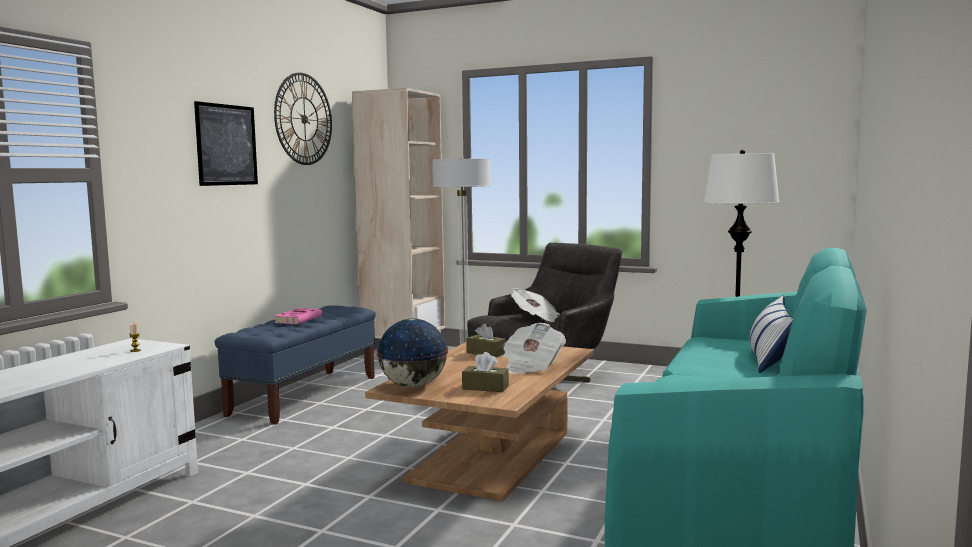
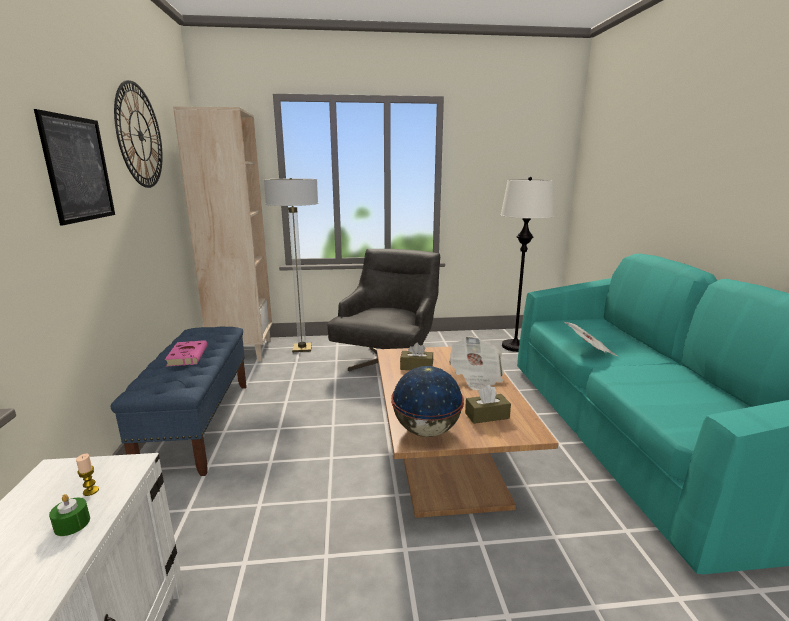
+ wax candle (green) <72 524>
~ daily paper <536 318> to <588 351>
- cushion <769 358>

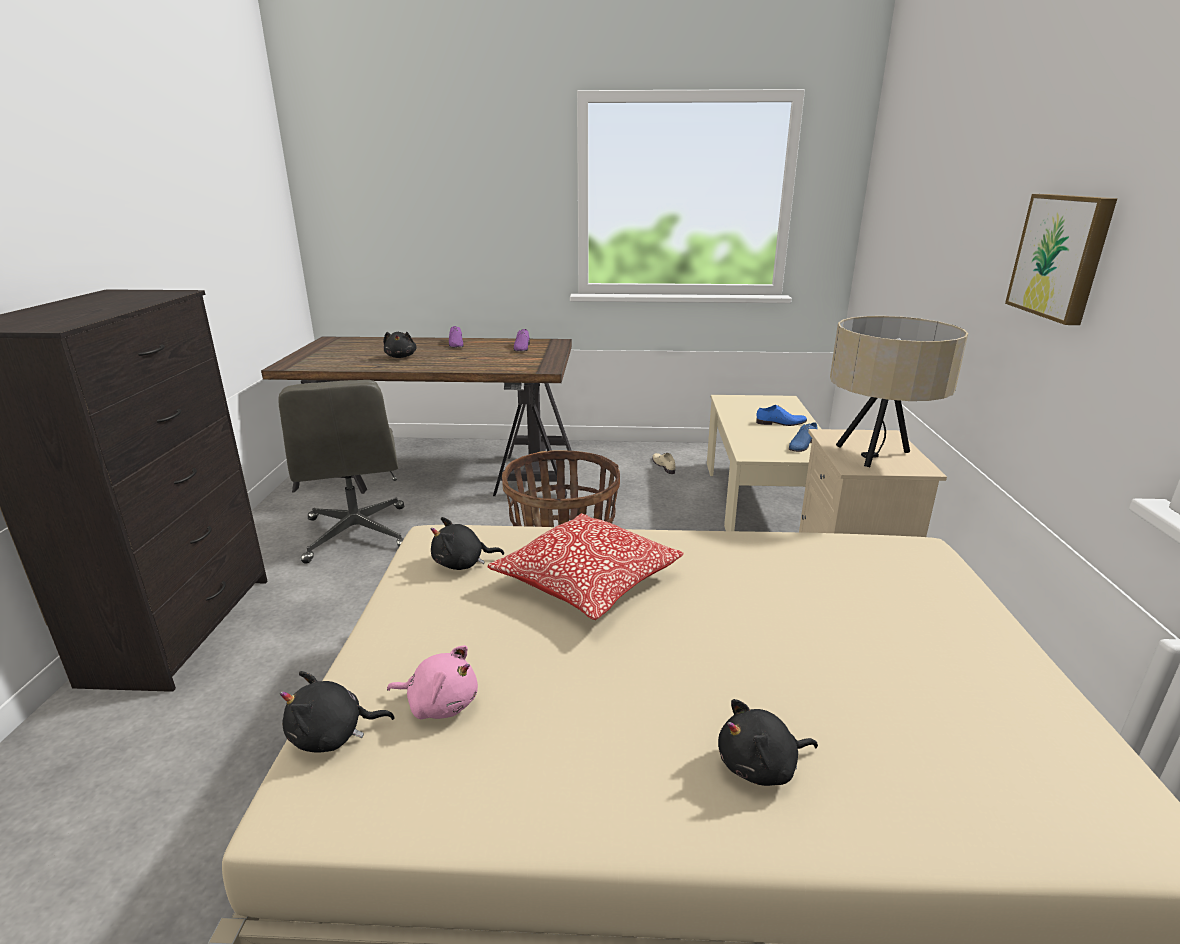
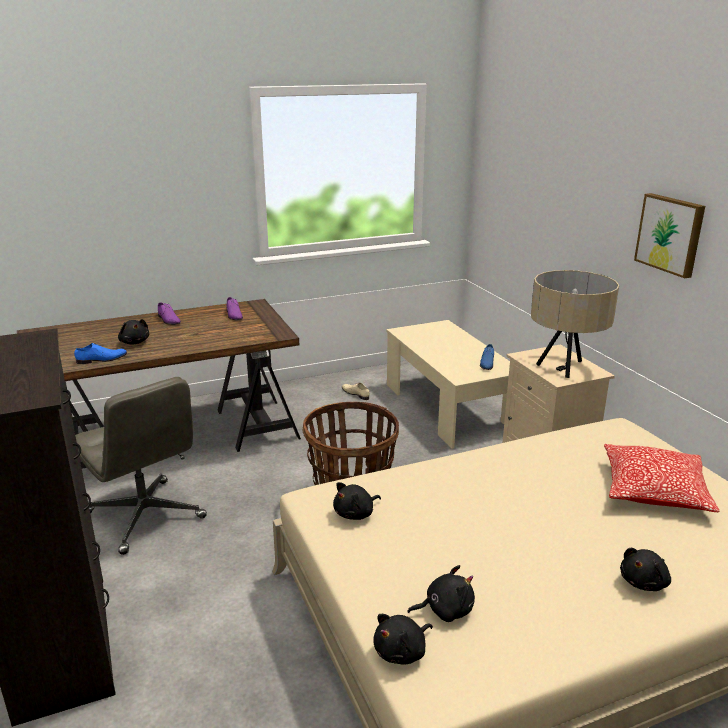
~ item of footwear (blue) <781 423> to <102 359>
~ cuddly toy (pinkish) <440 703> to cuddly toy (blackish) <445 610>
~ cushion <587 582> to <654 491>

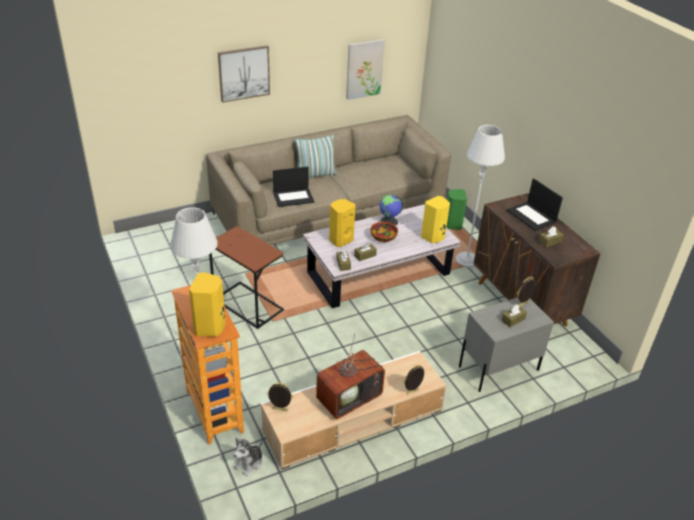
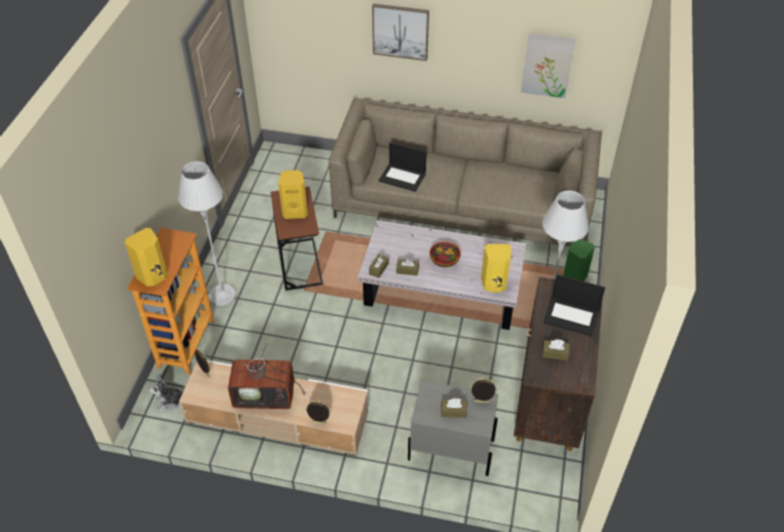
~ speaker (yellow) <340 240> to <295 211>
~ laptop <532 216> = <572 316> 75 degrees counterclockwise
- cushion <315 175>
- desk globe <389 222>

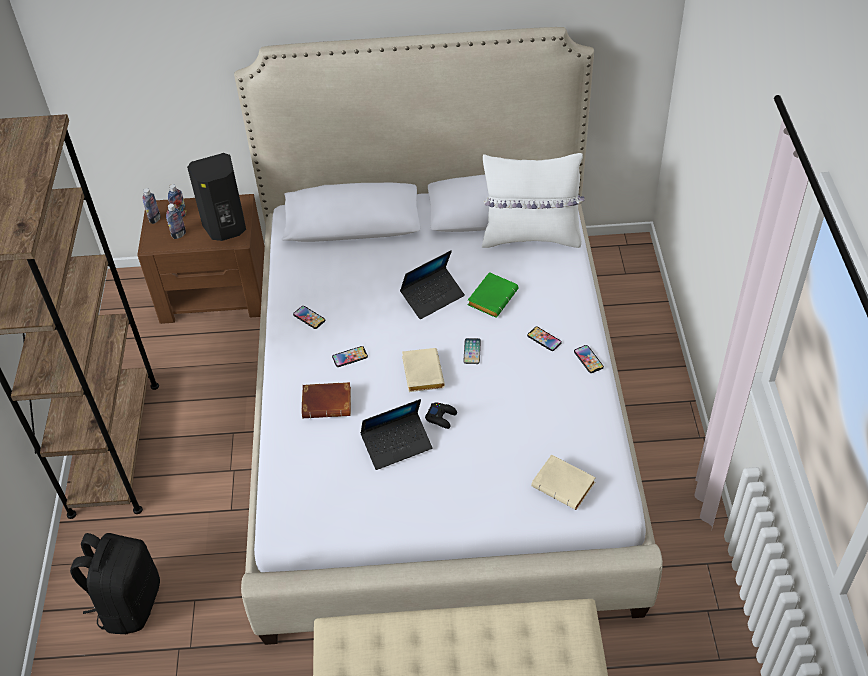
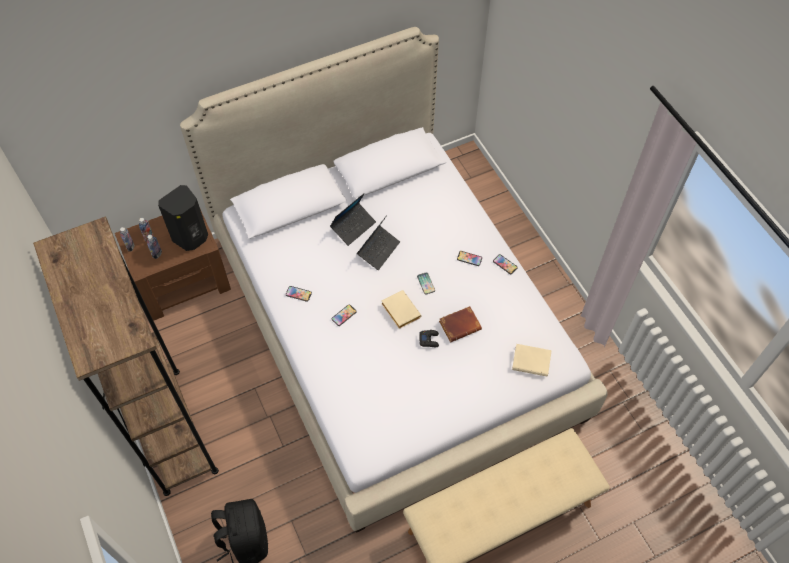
~ laptop <397 445> to <353 226>
~ volume (brown) <328 402> to <460 325>
- volume (green) <492 297>
- cushion (white) <531 237>

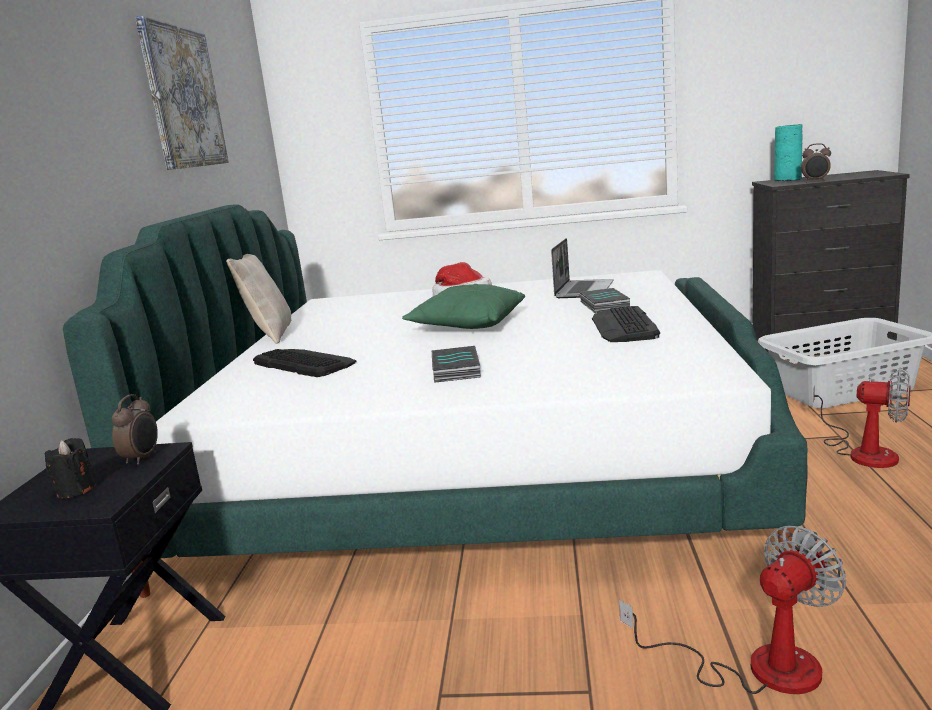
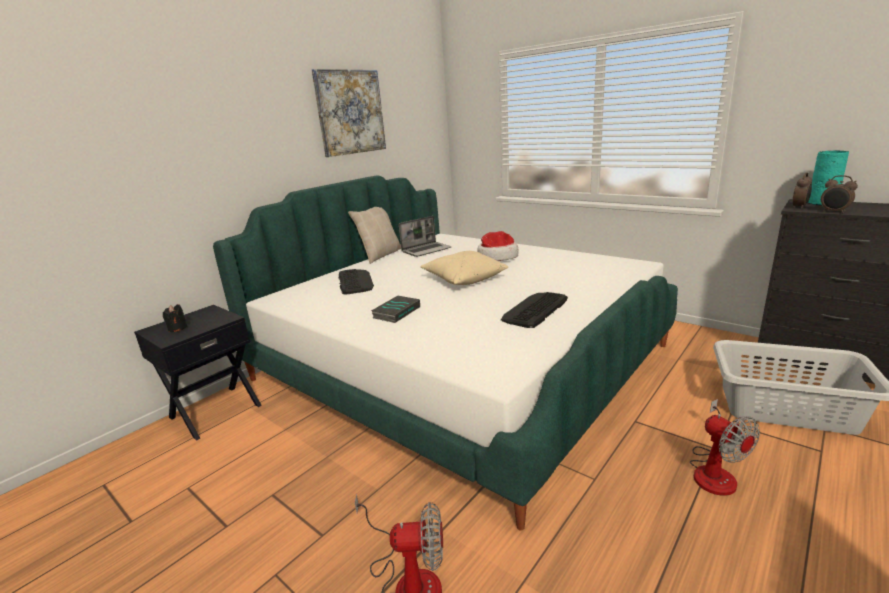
~ laptop <583 290> to <426 250>
~ cushion (green) <467 325> to cushion (beige) <463 279>
~ table clock <142 458> to <799 207>
- volume <603 305>

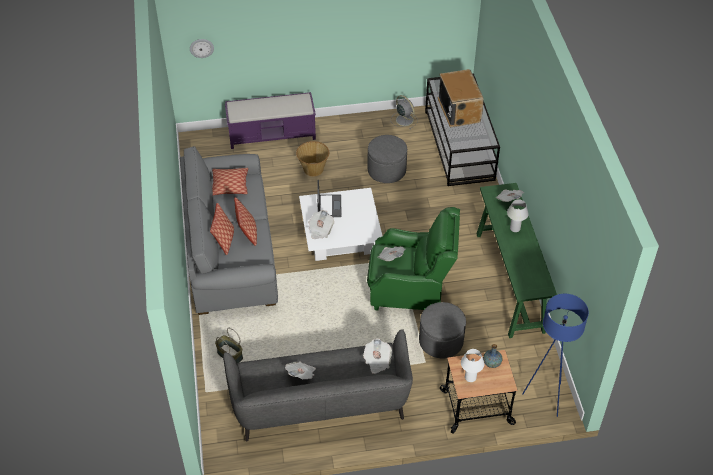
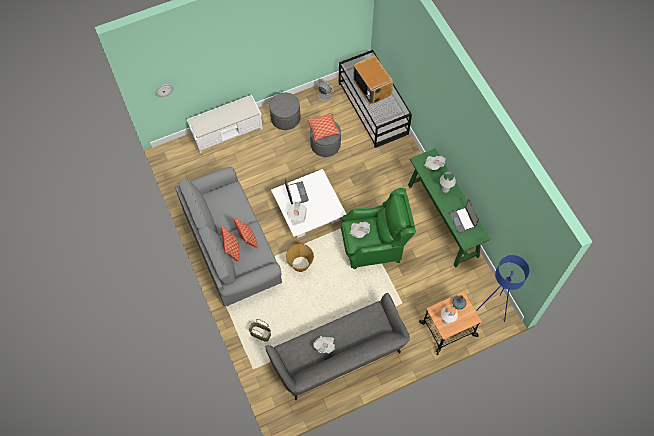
~ bench (purple) <272 134> to bench (white) <227 132>
~ ottoman (grey) <441 341> to <285 118>
~ storage basket <313 169> to <300 264>
~ cushion <230 185> to <323 129>
+ laptop <462 220>
- daily paper <377 361>

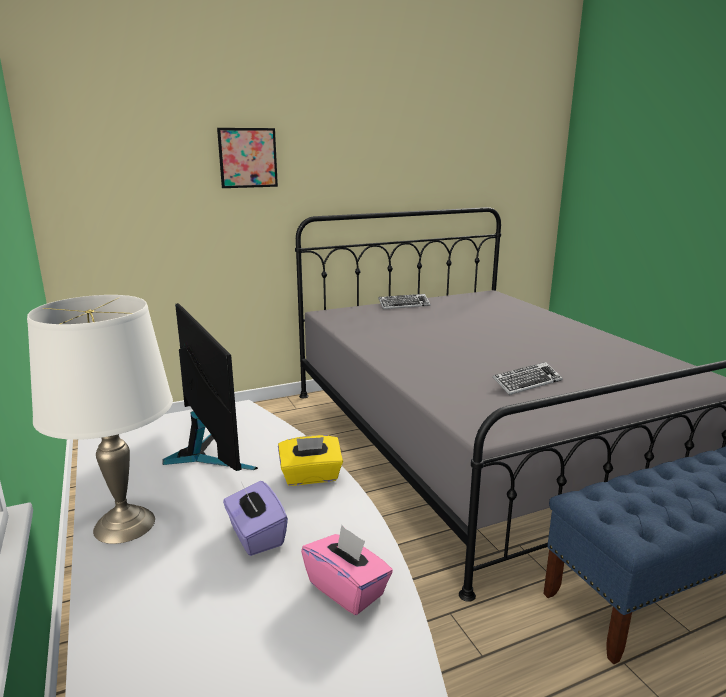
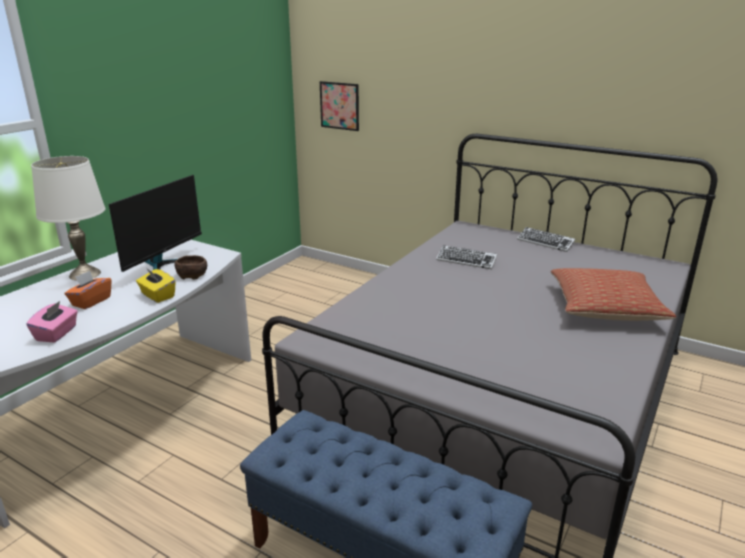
~ tissue holder (purple) <255 535> to tissue holder (orange) <91 301>
+ serving bowl (brown) <192 275>
~ wall art <248 158> to <339 106>
~ keyboard <527 383> to <466 261>
+ cushion <605 308>

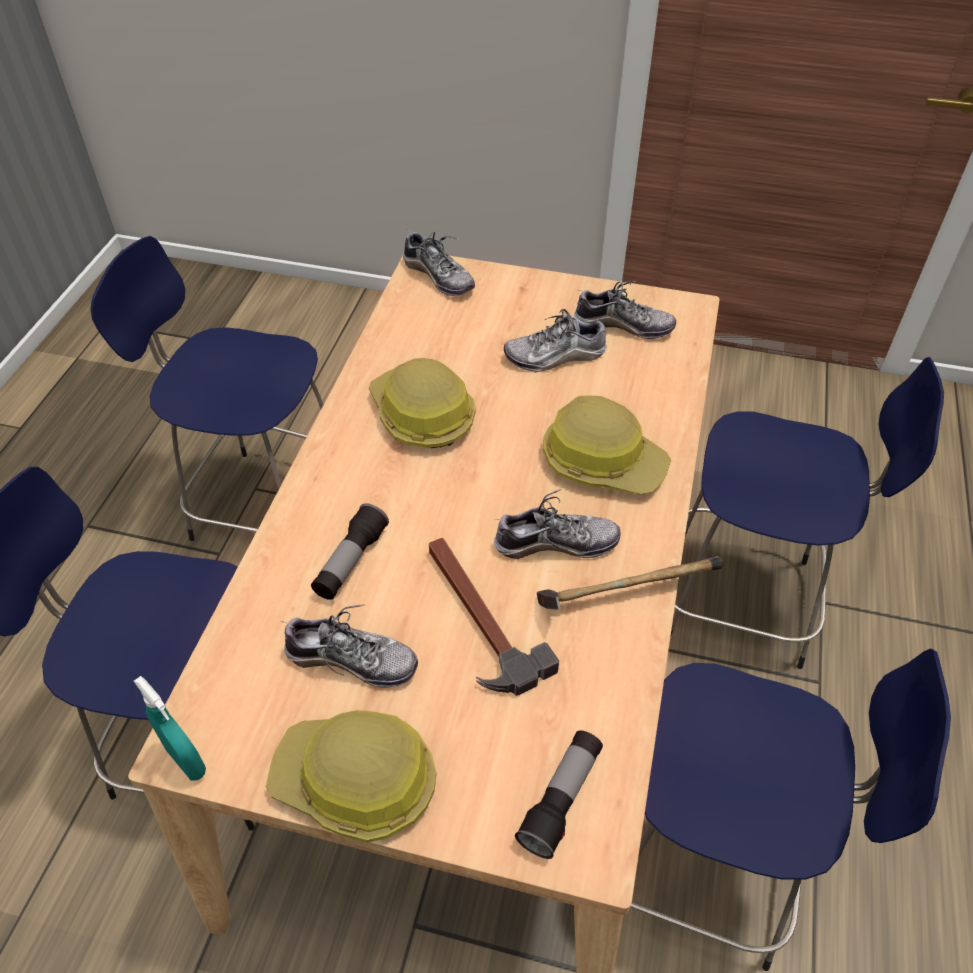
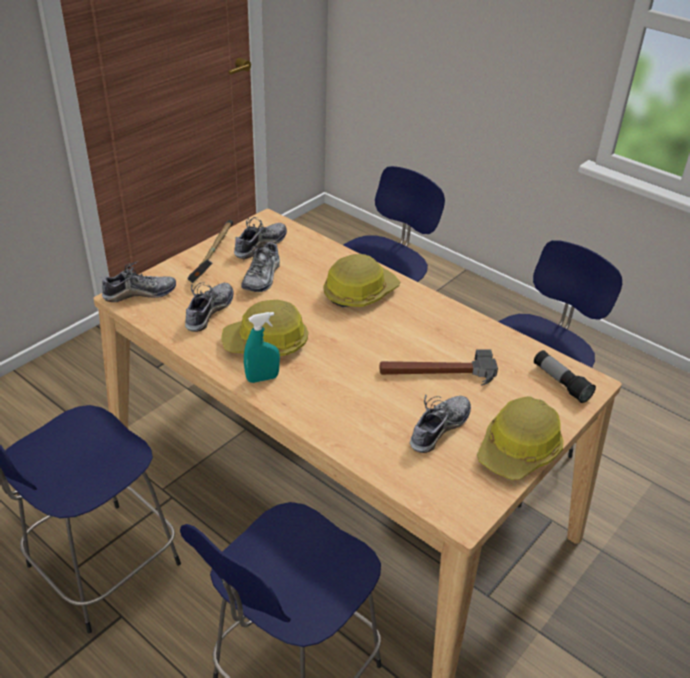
~ item of footwear <556 543> to <209 312>
~ hammer <623 595> to <213 259>
~ sprayer (blue-green) <186 761> to <262 378>
- hand torch <350 562>

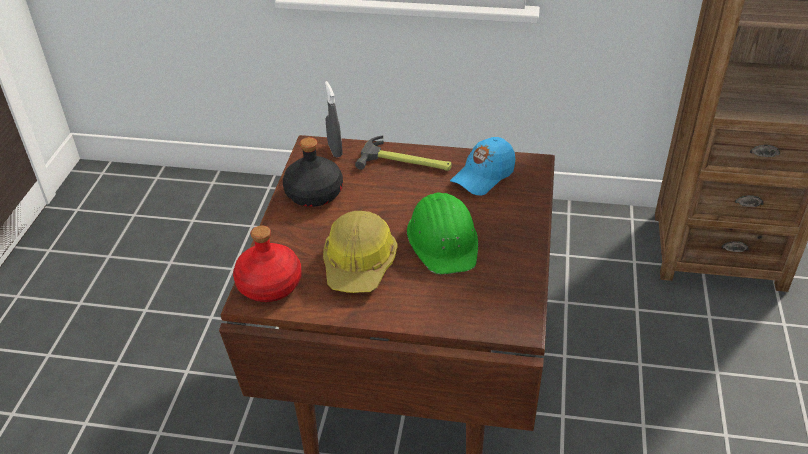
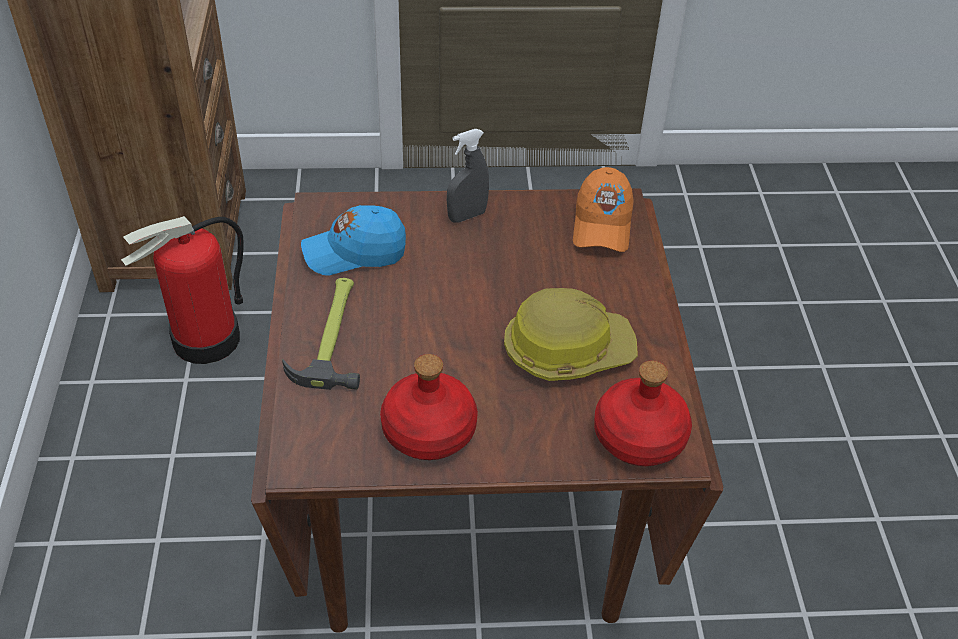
+ fire-fighting cylinder <206 340>
~ cap (blue) <483 176> = <354 252> 135 degrees clockwise
~ drink bottle (blackish) <313 193> to drink bottle (red) <429 432>
~ sprayer (grey) <335 150> to <467 216>
+ cap (orange) <602 224>
- safety helmet (green) <443 240>

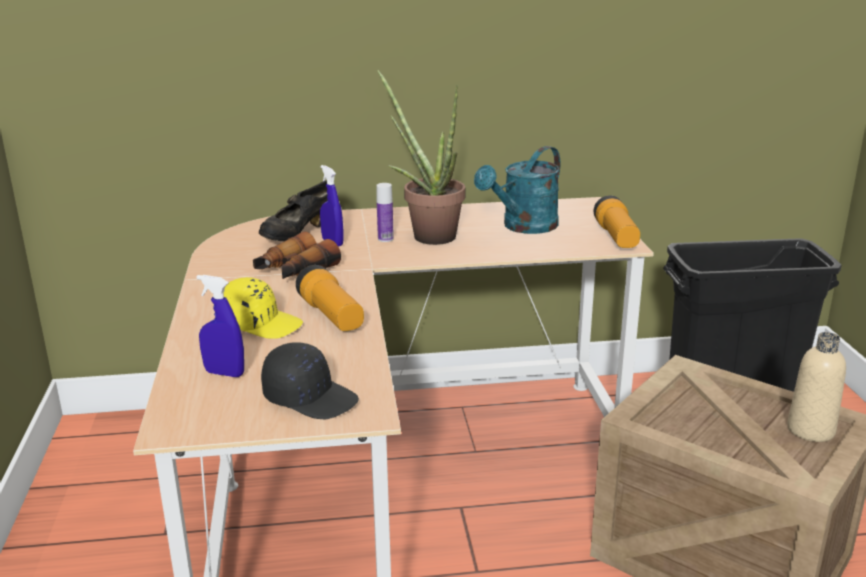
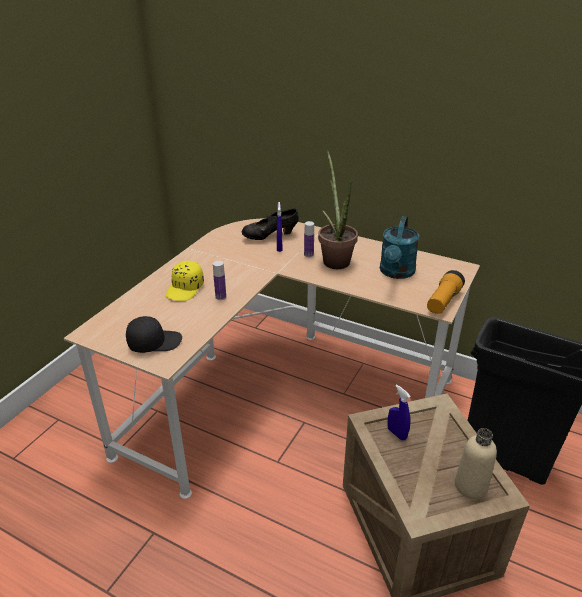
~ cap (blackish) <310 397> = <154 342> 75 degrees counterclockwise
~ cap (yellow) <260 324> = <185 289> 60 degrees clockwise
~ hand torch <331 316> to drink bottle <220 297>
~ watering pot (blue-green) <523 227> = <396 273> 60 degrees counterclockwise
~ sprayer (blue) <224 373> to <396 433>
- field glasses <295 271>

